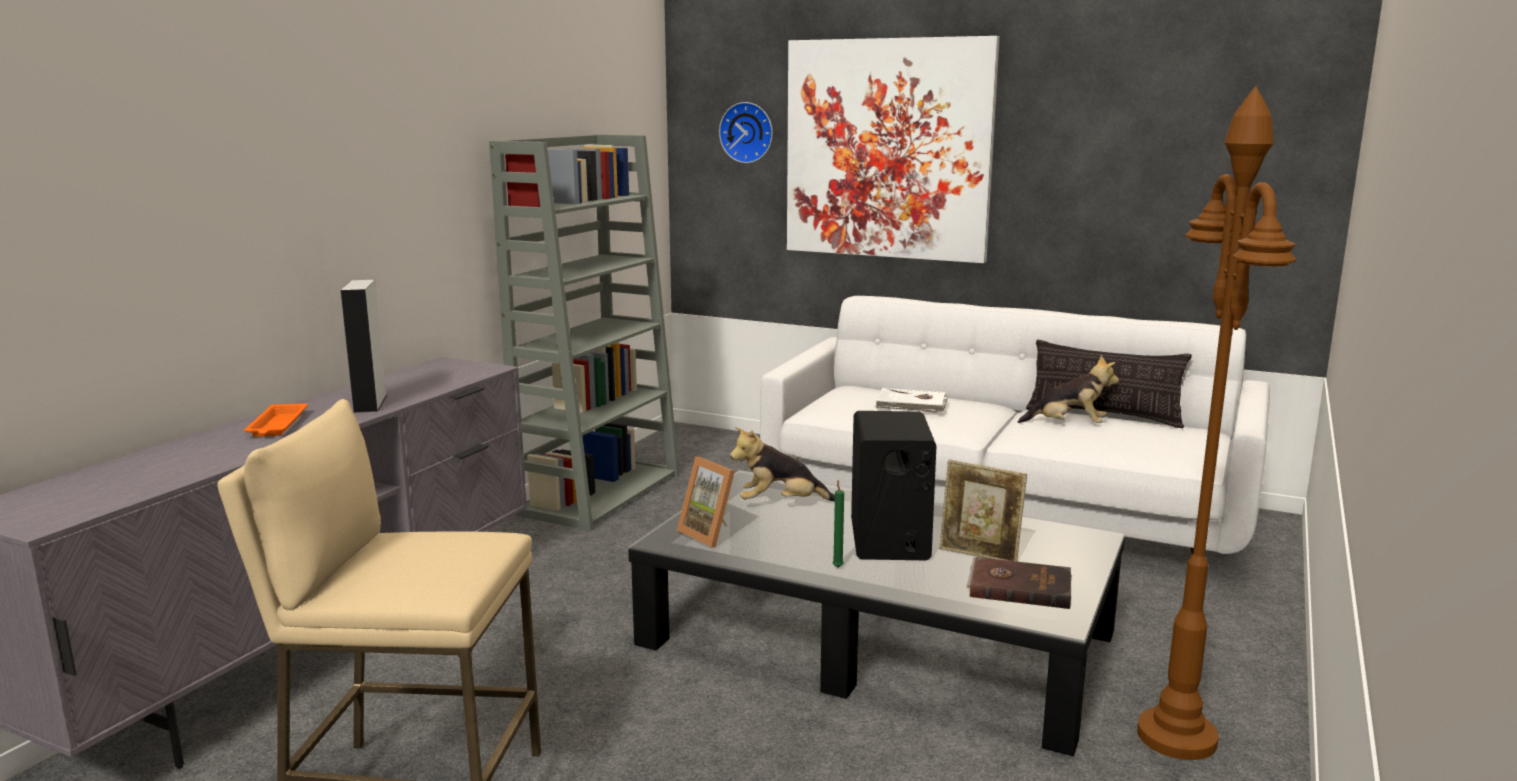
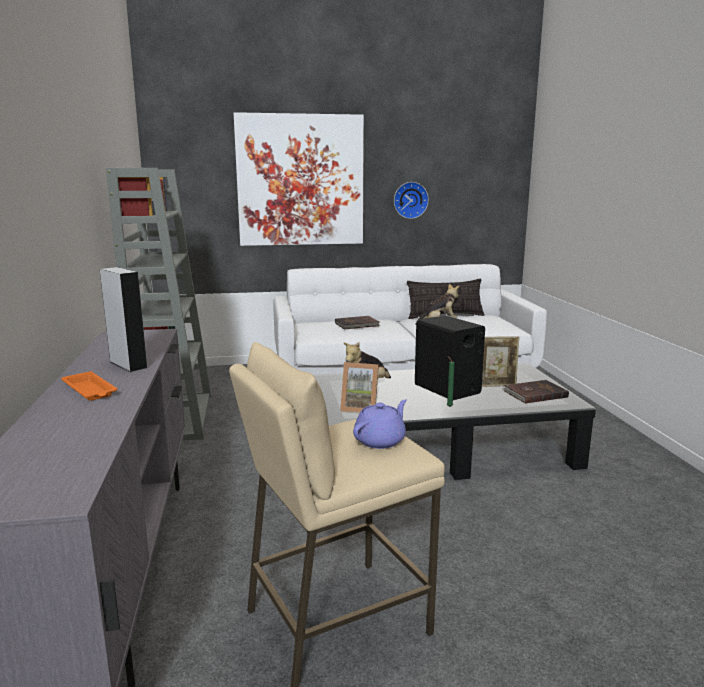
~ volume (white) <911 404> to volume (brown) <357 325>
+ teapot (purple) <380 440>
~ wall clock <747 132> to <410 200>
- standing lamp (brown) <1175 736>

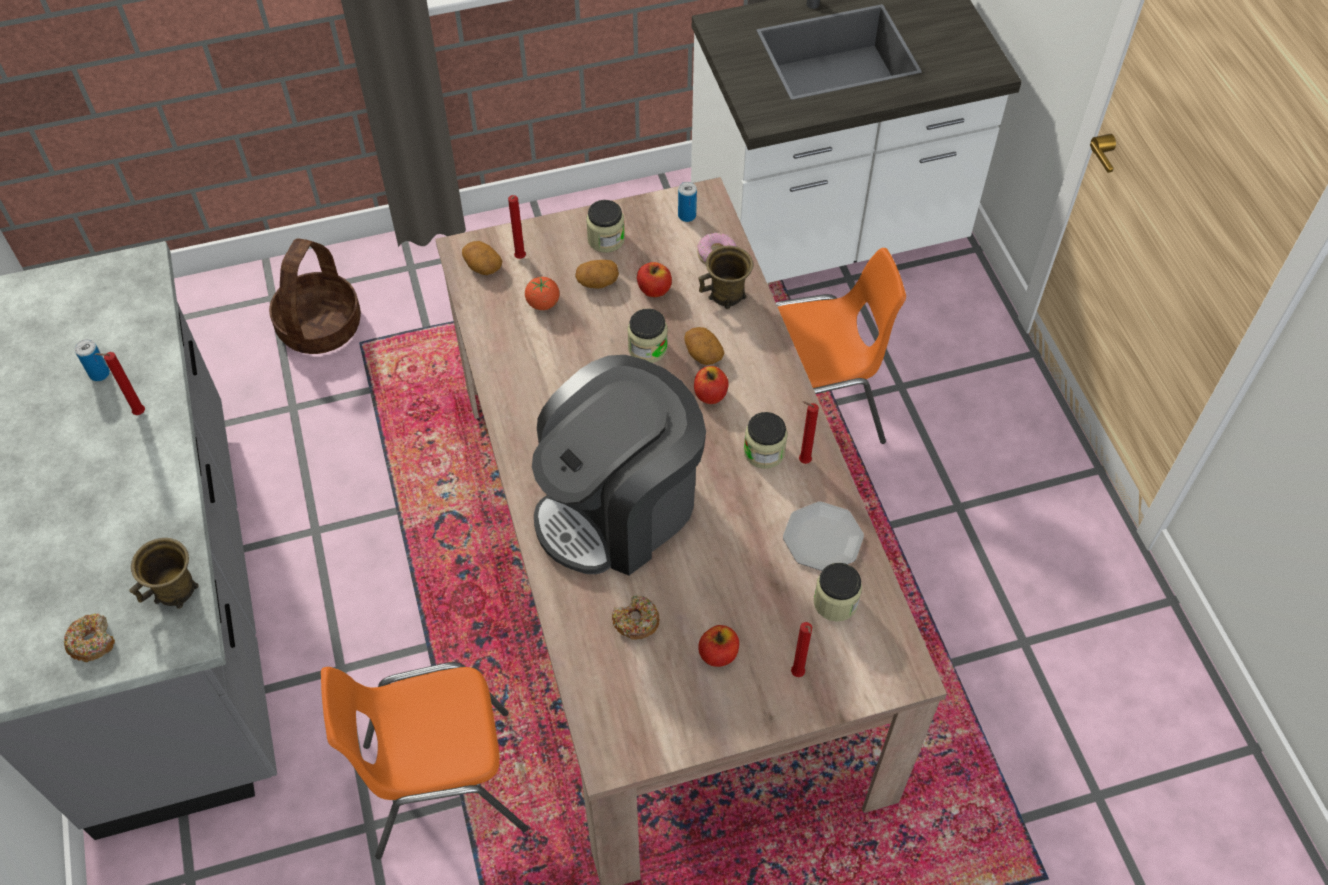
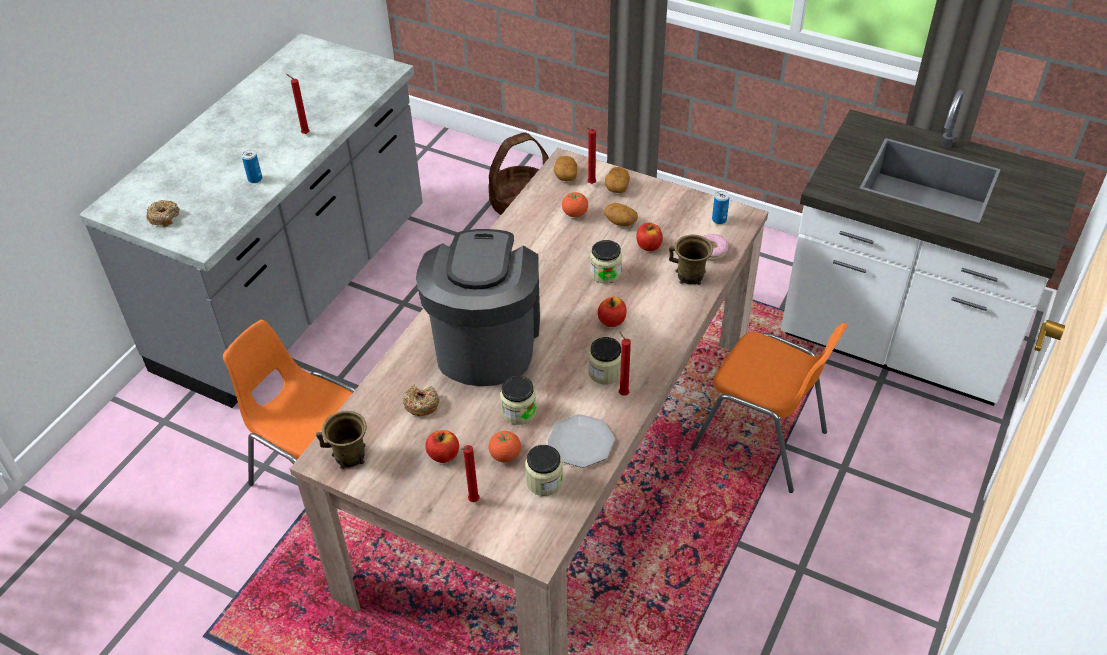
~ sealed can <99 374> to <255 179>
~ tea mug (brown) <176 590> to <350 456>
~ coffee maker <618 507> = <485 341> 90 degrees clockwise
+ fresh tomato <505 455>
~ storage jar <606 239> to <519 411>
~ potato <703 353> to <617 187>

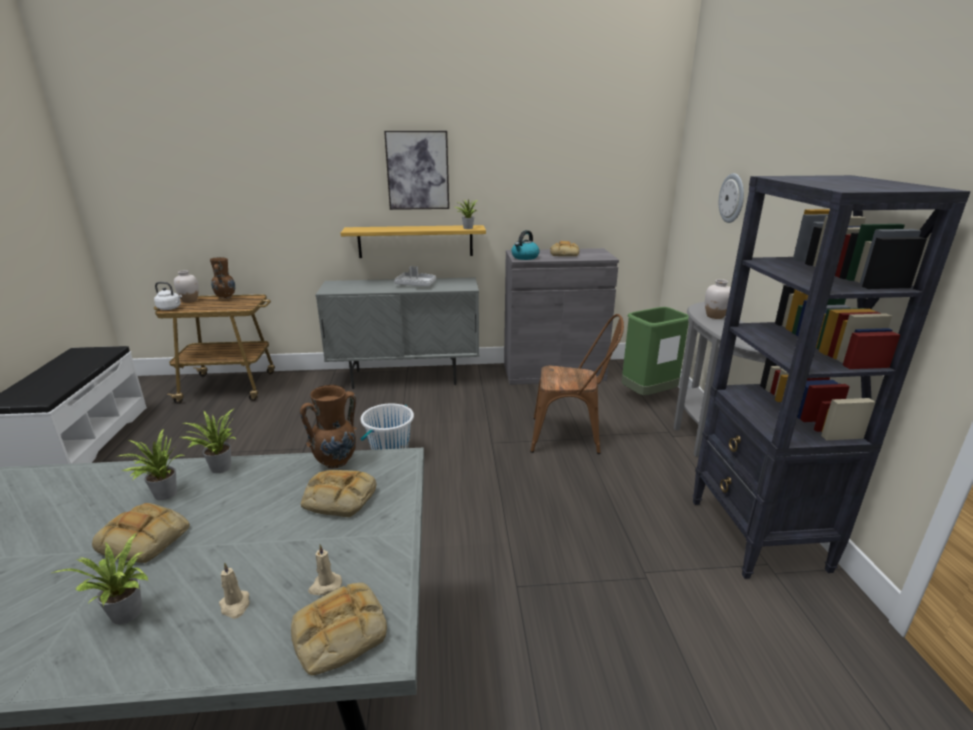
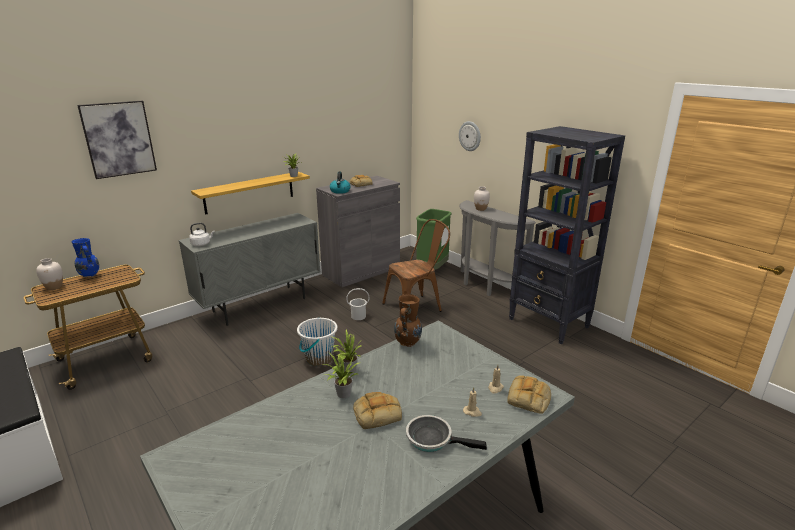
~ vase (brown) <226 297> to vase (blue) <90 275>
~ wall art <417 170> to <119 139>
~ tea kettle (white) <170 308> to <202 244>
+ water bucket (white) <358 316>
~ plant in a pot <127 615> to frying pan <433 439>
- baked bread <338 499>
- tray (grey) <416 284>

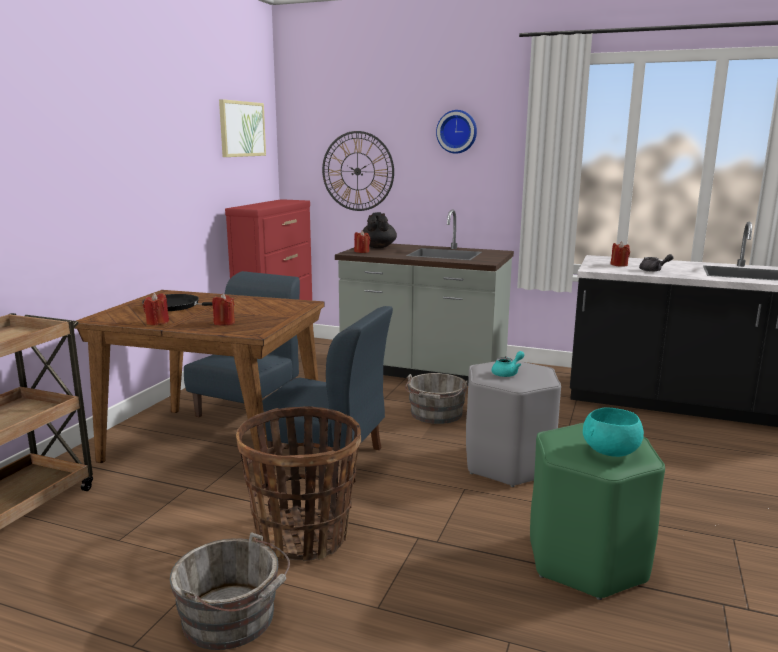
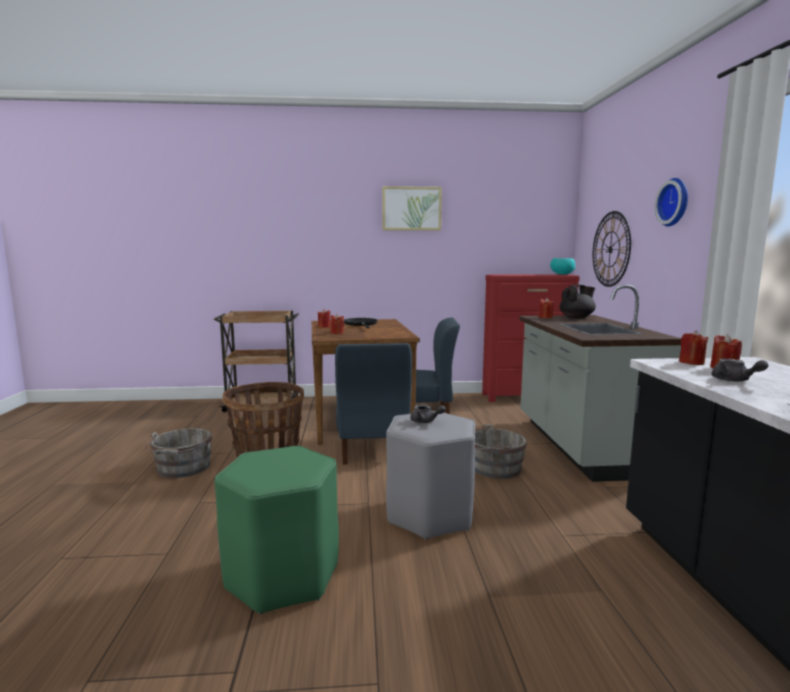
~ wall art <242 129> to <411 208>
~ teapot (blue-green) <507 373> to teapot (grey) <425 421>
~ serving bowl (blue-green) <610 453> to <561 274>
+ wax candle (red) <691 362>

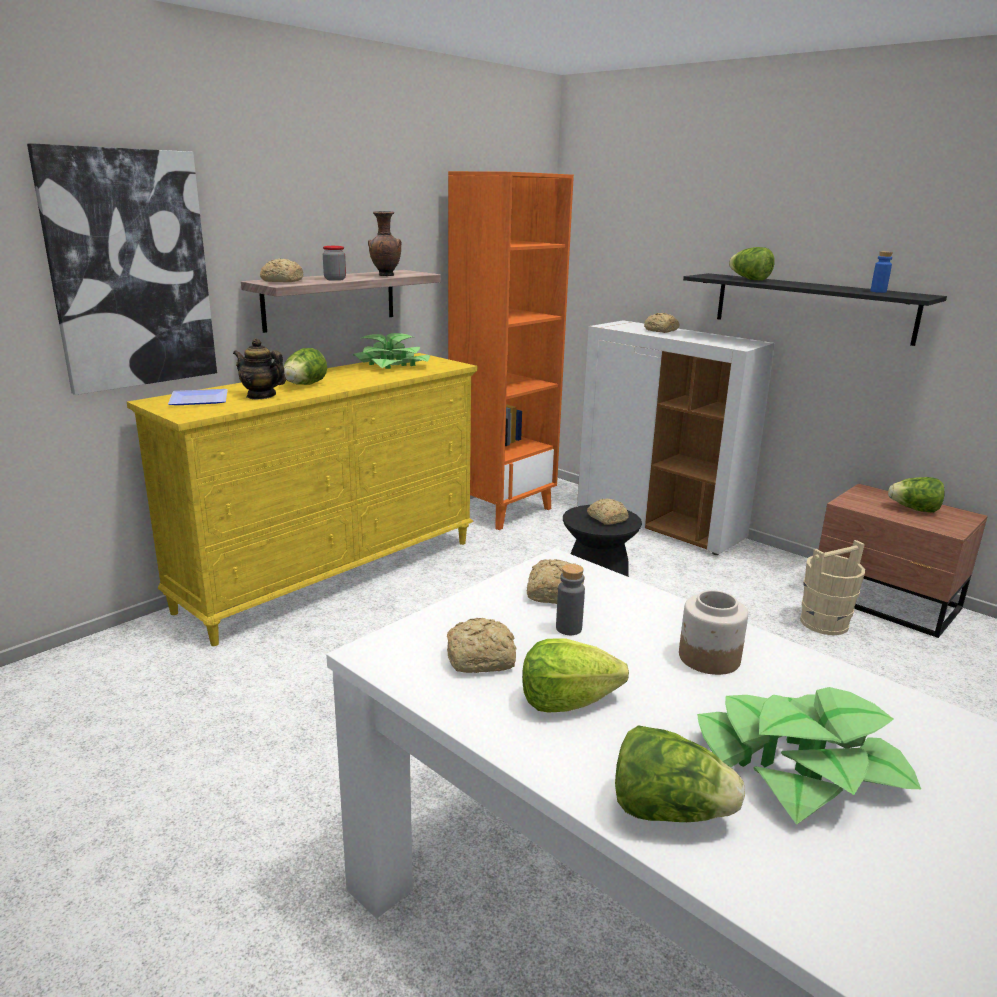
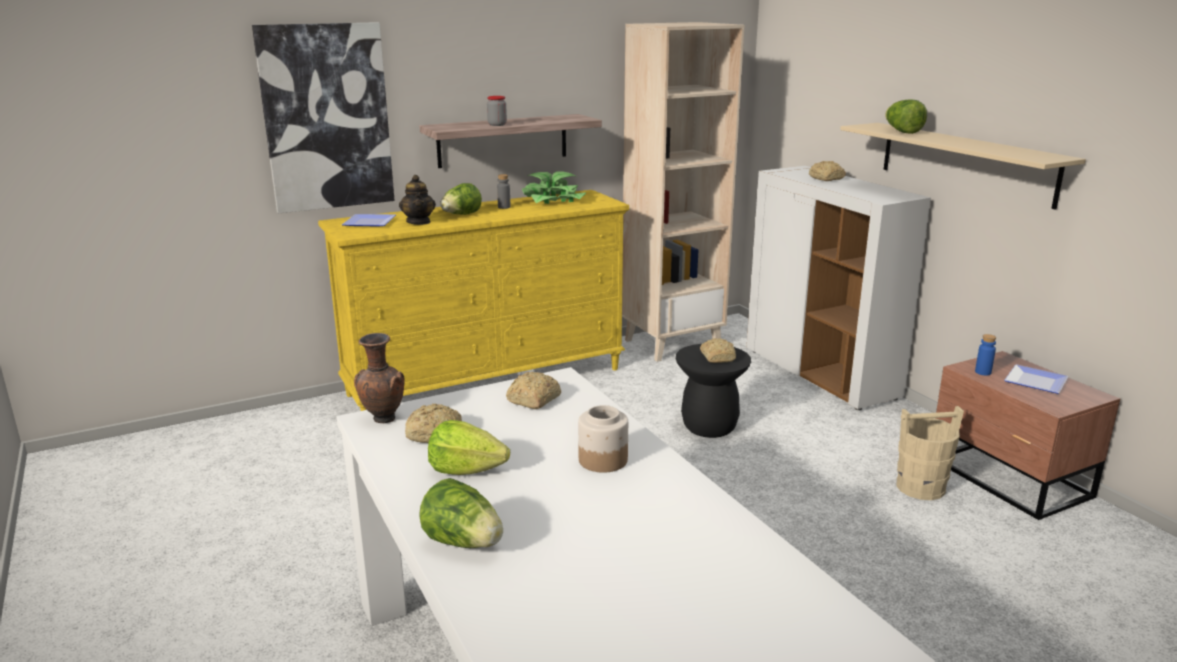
~ vase (brown) <385 276> to <382 419>
~ teapot <261 396> = <419 222> 150 degrees counterclockwise
~ drink bottle (grey) <568 628> to <504 207>
~ bookcase (orange) <502 509> to bookcase (beige) <672 343>
~ bracket shelf (blackish) <812 307> to bracket shelf (beige) <965 163>
~ drink bottle (blue) <878 291> to <983 372>
~ head of lettuce <914 509> to flat dish <1037 383>
- baked bread <281 281>
- plant in a pot <797 766>

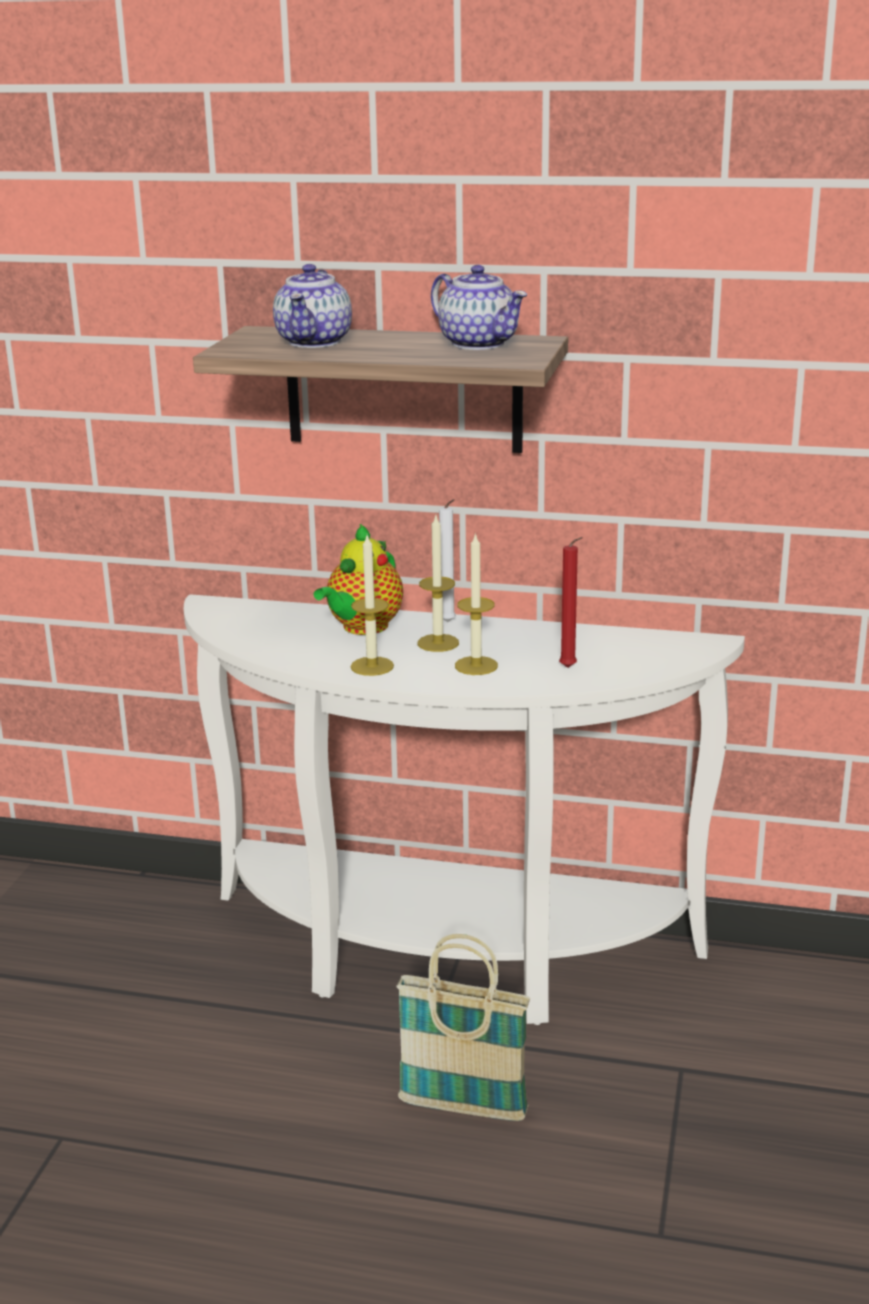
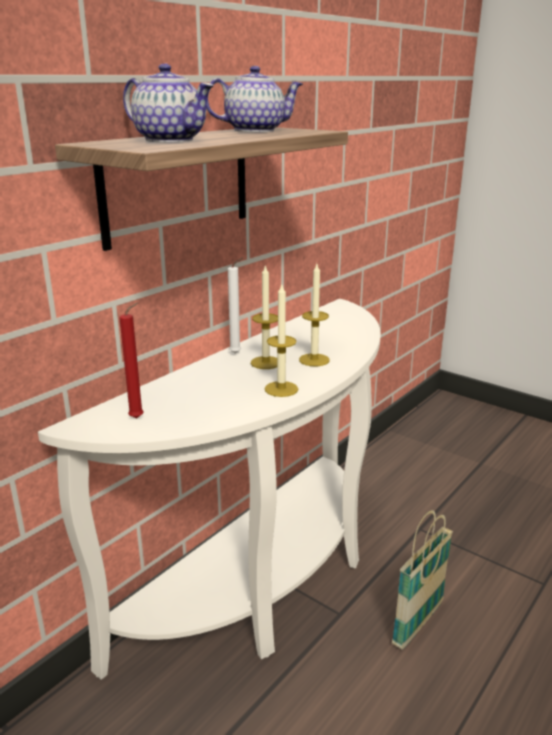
~ wax candle (red) <570 668> to <139 418>
- teapot <362 628>

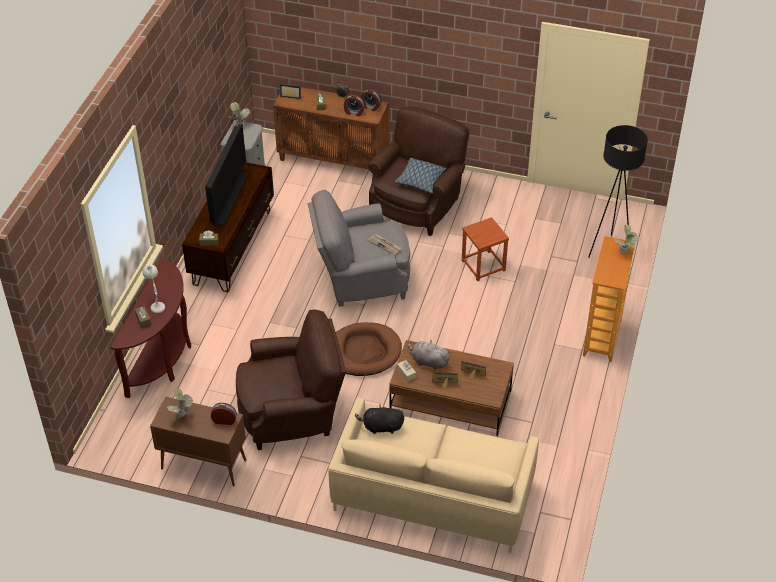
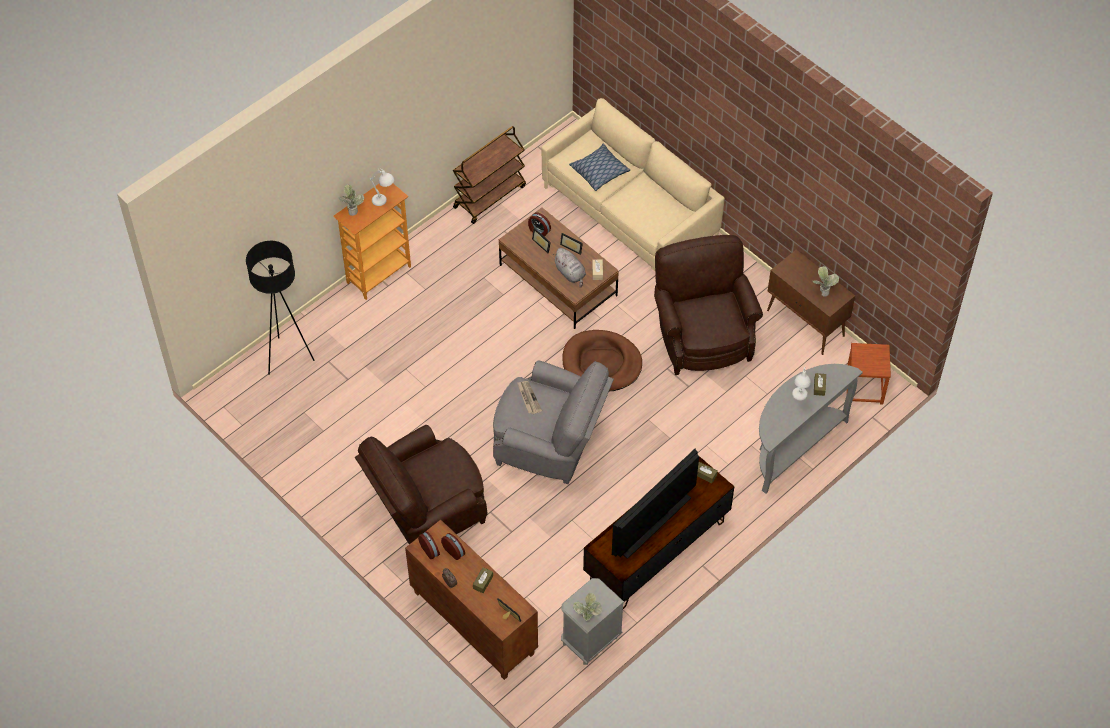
+ table lamp (white) <384 203>
+ cart (brown) <489 196>
~ table clock <224 420> to <539 231>
~ cushion <421 180> to <599 171>
~ armchair (brown) <292 412> = <702 334> 60 degrees clockwise
~ hall table (brown) <163 359> to hall table (grey) <794 446>
~ stool seat (brown) <483 265> to <864 388>
- cuddly toy (blackish) <381 427>

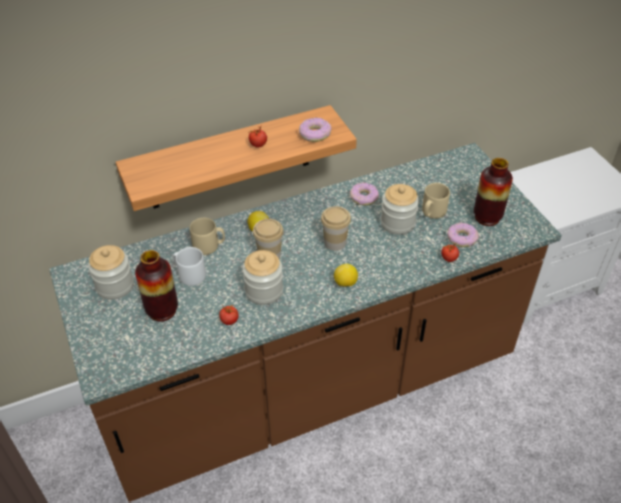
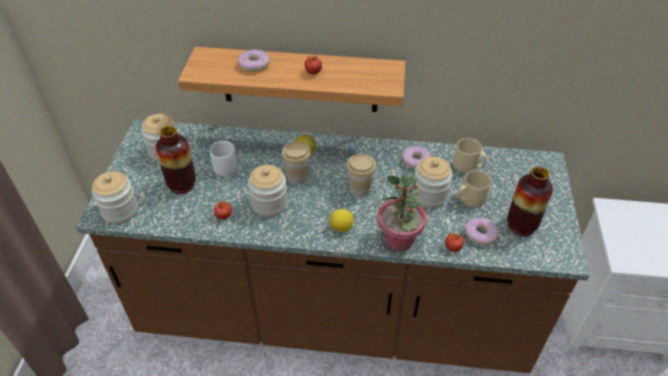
+ storage jar <120 210>
~ ring doughnut <314 134> to <254 65>
+ plant in a pot <399 240>
~ tea mug (beige) <209 246> to <468 166>

